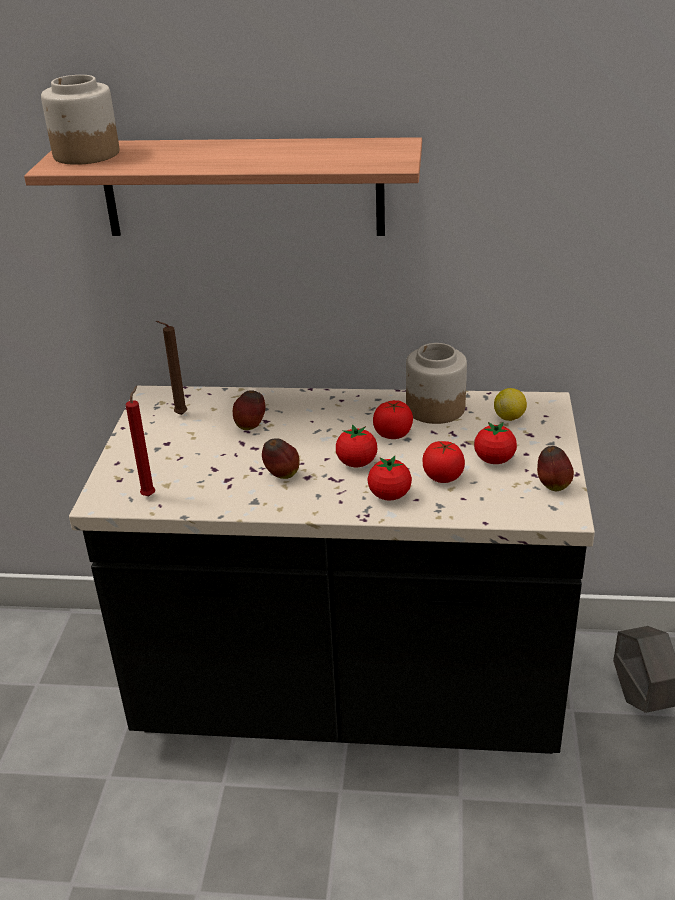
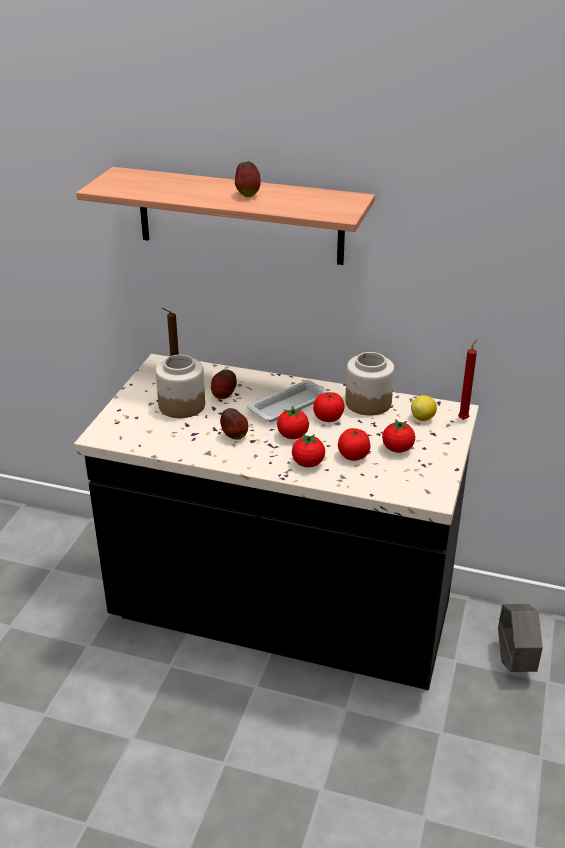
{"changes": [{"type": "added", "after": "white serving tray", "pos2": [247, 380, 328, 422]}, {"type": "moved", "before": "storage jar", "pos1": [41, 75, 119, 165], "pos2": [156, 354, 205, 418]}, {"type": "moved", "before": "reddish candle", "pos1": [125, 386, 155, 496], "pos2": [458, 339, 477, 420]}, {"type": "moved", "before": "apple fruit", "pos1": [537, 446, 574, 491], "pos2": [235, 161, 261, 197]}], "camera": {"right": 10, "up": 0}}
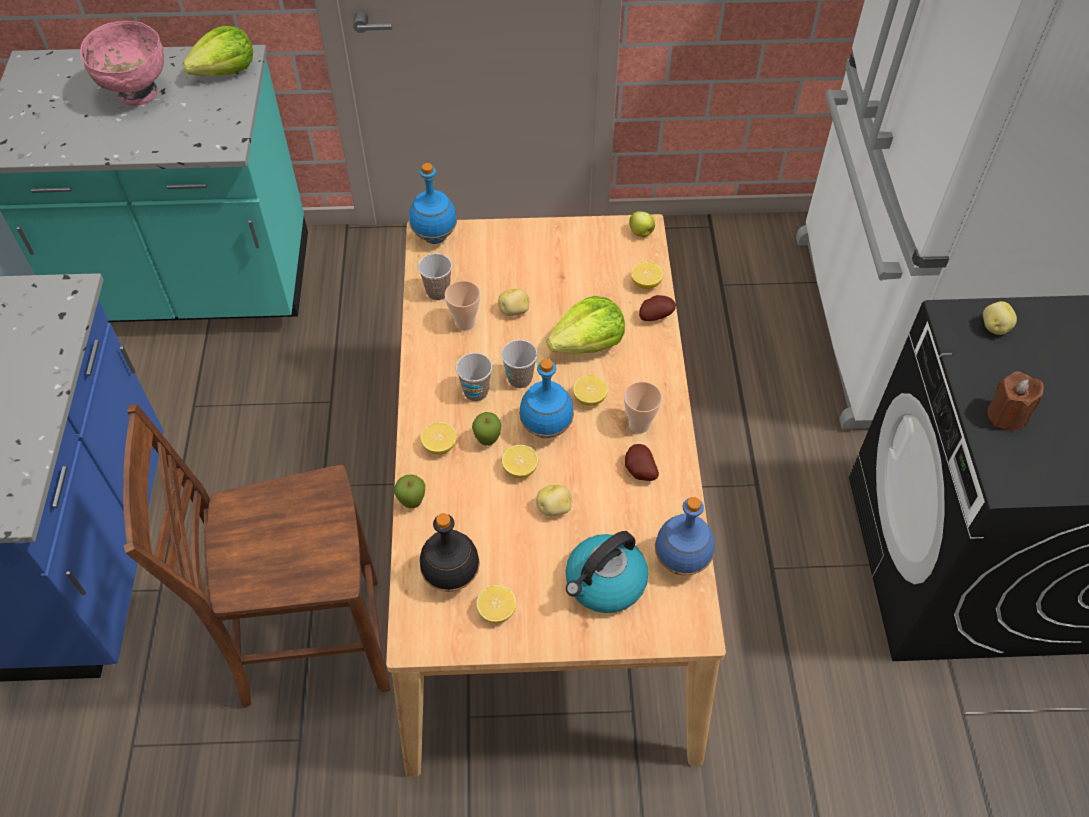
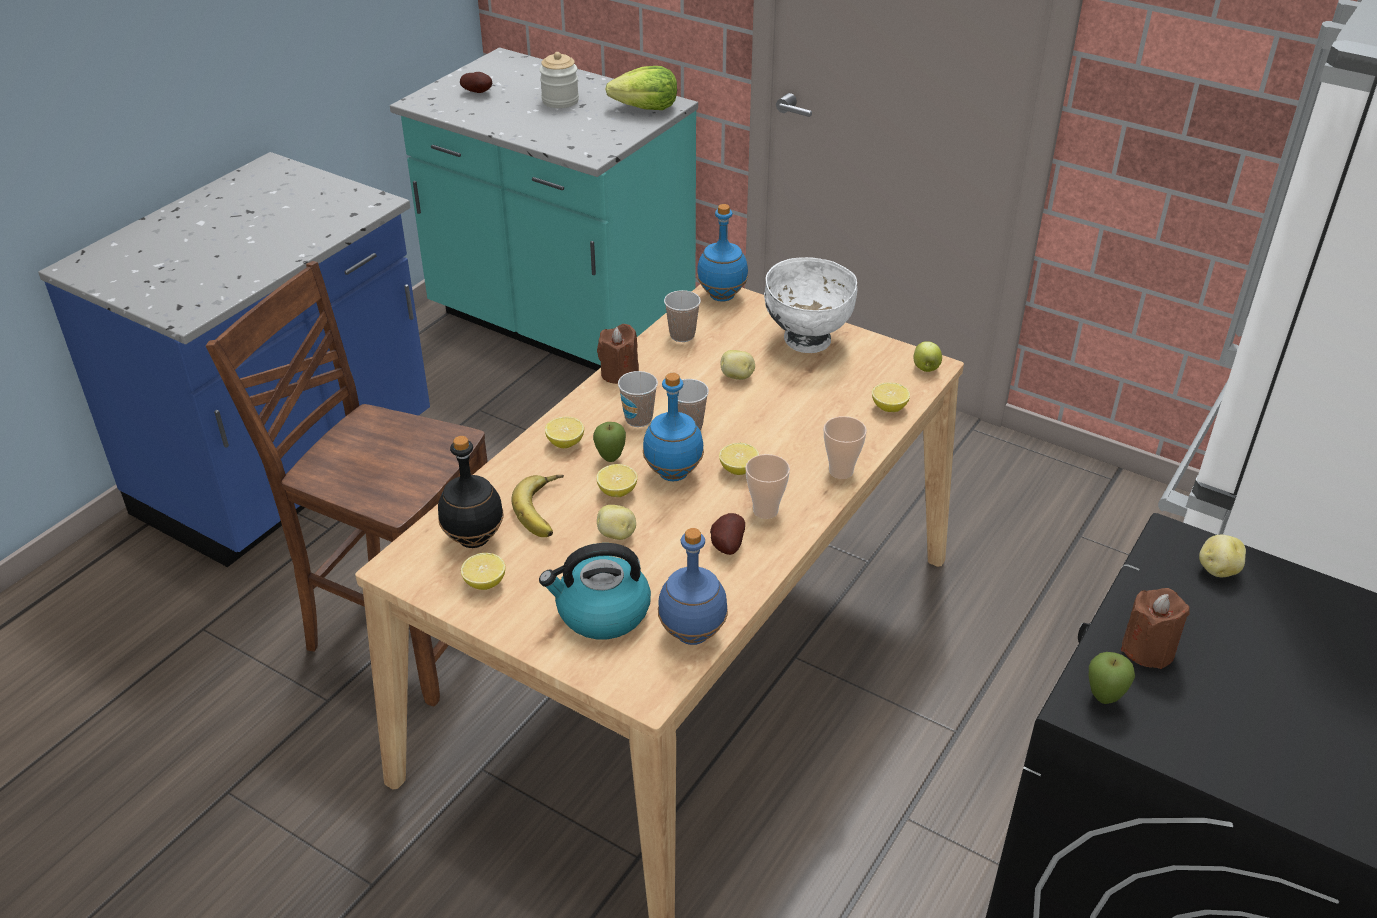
{"changes": [{"type": "removed", "before": "head of lettuce", "pos1": [547, 296, 625, 354]}, {"type": "added", "after": "banana", "pos2": [511, 475, 564, 537]}, {"type": "added", "after": "brown candle", "pos2": [597, 324, 639, 385]}, {"type": "added", "after": "white deep dish", "pos2": [764, 257, 857, 353]}, {"type": "moved", "before": "apple fruit", "pos1": [394, 474, 425, 508], "pos2": [1089, 652, 1135, 704]}, {"type": "moved", "before": "cup", "pos1": [445, 281, 480, 331], "pos2": [824, 416, 867, 479]}, {"type": "moved", "before": "whole potato", "pos1": [639, 295, 676, 321], "pos2": [460, 72, 492, 93]}, {"type": "replaced", "before": "pink deep dish", "after": "storage jar", "pos1": [80, 21, 164, 106], "pos2": [539, 52, 579, 108]}], "camera": {"right": 35, "up": -15}}
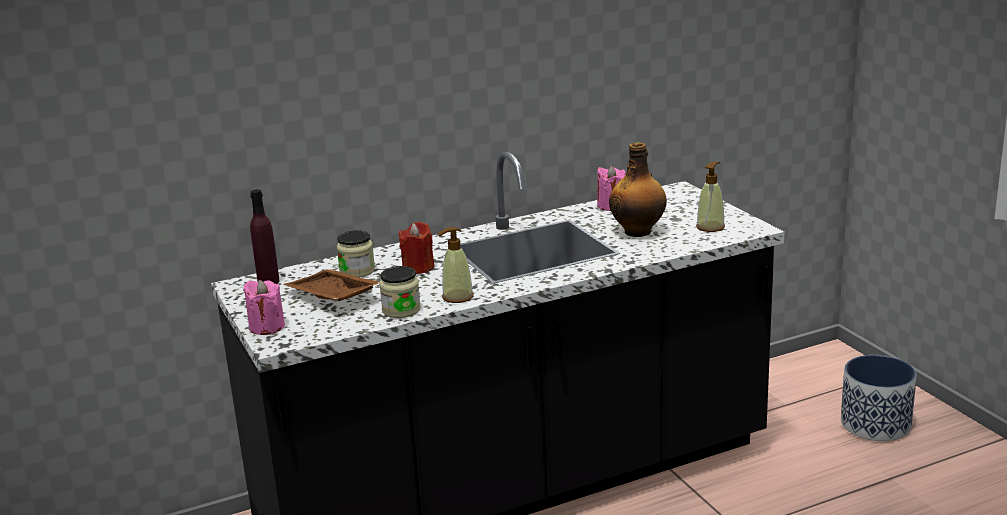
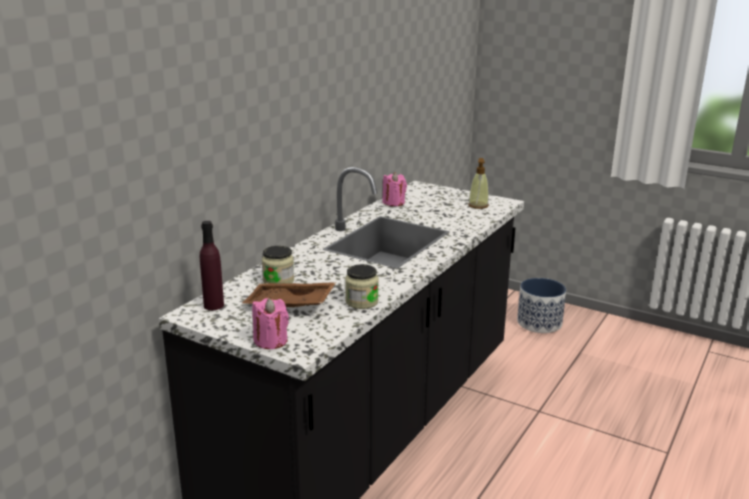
{"changes": [{"type": "removed", "before": "reddish candle", "pos1": [399, 222, 435, 274]}, {"type": "removed", "before": "soap bottle", "pos1": [437, 227, 474, 303]}, {"type": "removed", "before": "beverage bottle", "pos1": [609, 142, 667, 237]}], "camera": {"right": -35, "up": 0}}
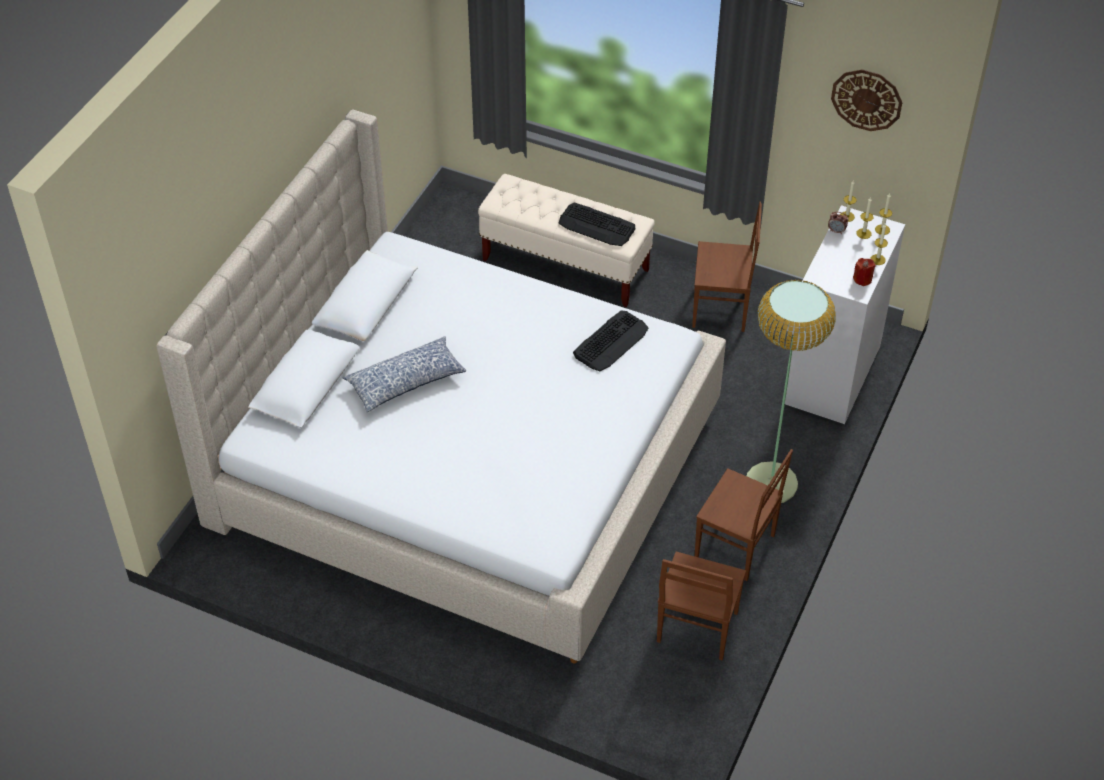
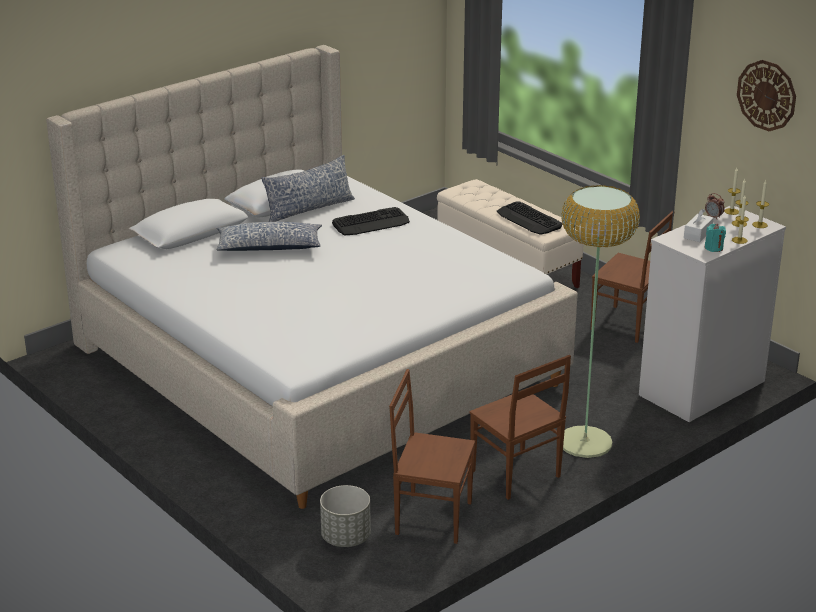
{"changes": [{"type": "added", "after": "pillow", "pos2": [261, 155, 355, 222]}, {"type": "added", "after": "grey flower pot", "pos2": [320, 485, 371, 547]}, {"type": "added", "after": "white tissue box", "pos2": [684, 209, 714, 242]}, {"type": "moved", "before": "computer keyboard", "pos1": [573, 311, 649, 371], "pos2": [332, 207, 410, 235]}, {"type": "recoloured", "before": "reddish candle", "after": "blue-green candle", "pos1": [853, 258, 875, 286], "pos2": [705, 224, 726, 252]}, {"type": "turned", "before": "brown plain chair", "pos1": [657, 552, 746, 660], "pos2": [389, 369, 475, 544], "turn": 60}], "camera": {"right": 25, "up": -20}}
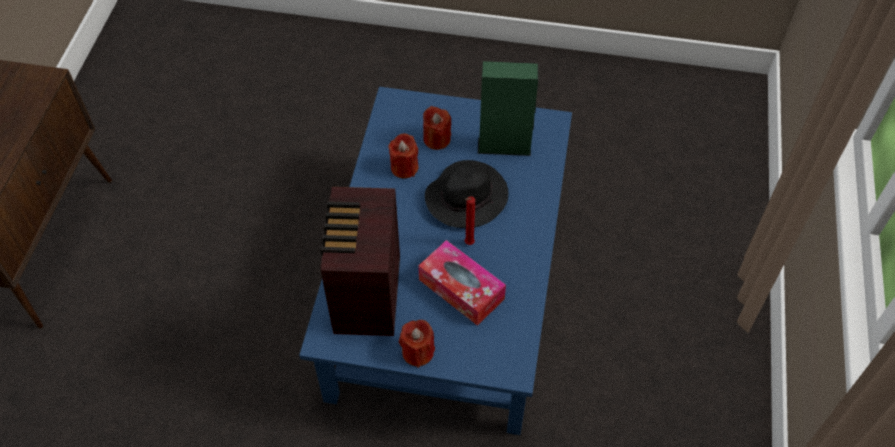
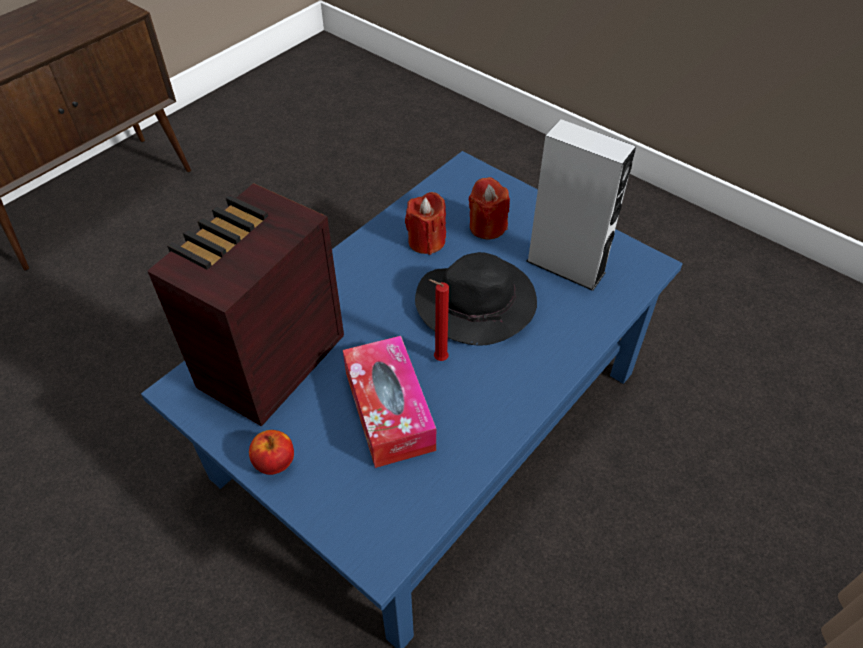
{"changes": [{"type": "replaced", "before": "reddish candle", "after": "apple fruit", "pos1": [399, 320, 435, 368], "pos2": [249, 430, 294, 475]}, {"type": "recoloured", "before": "green-coloured audio speaker", "after": "grey audio speaker", "pos1": [478, 61, 539, 156], "pos2": [526, 119, 636, 291]}], "camera": {"right": 30, "up": -5}}
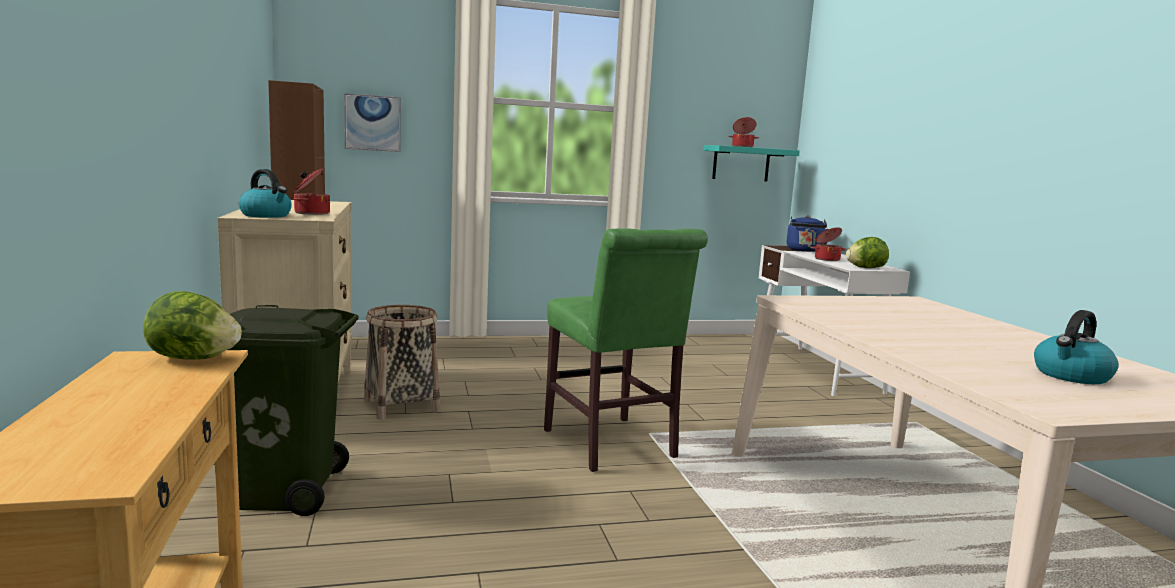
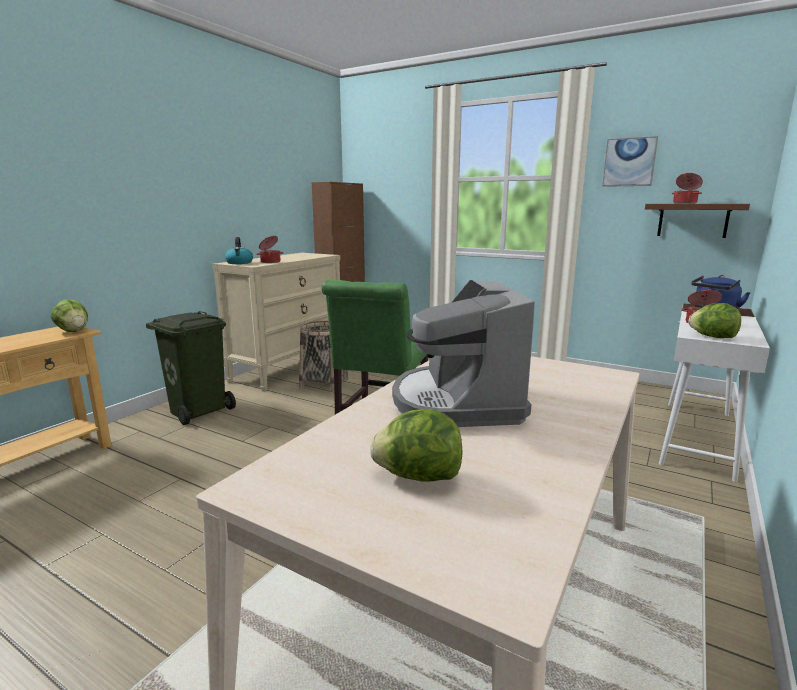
{"changes": [{"type": "added", "after": "coffee brewer", "pos2": [392, 280, 535, 427]}, {"type": "moved", "before": "picture", "pos1": [344, 93, 401, 152], "pos2": [602, 136, 658, 187]}, {"type": "replaced", "before": "tea kettle", "after": "head of lettuce", "pos1": [1034, 310, 1119, 384], "pos2": [370, 409, 463, 482]}, {"type": "recoloured", "before": "blue-green bracket shelf", "after": "brown bracket shelf", "pos1": [703, 145, 800, 182], "pos2": [645, 204, 750, 238]}], "camera": {"right": 45, "up": 5}}
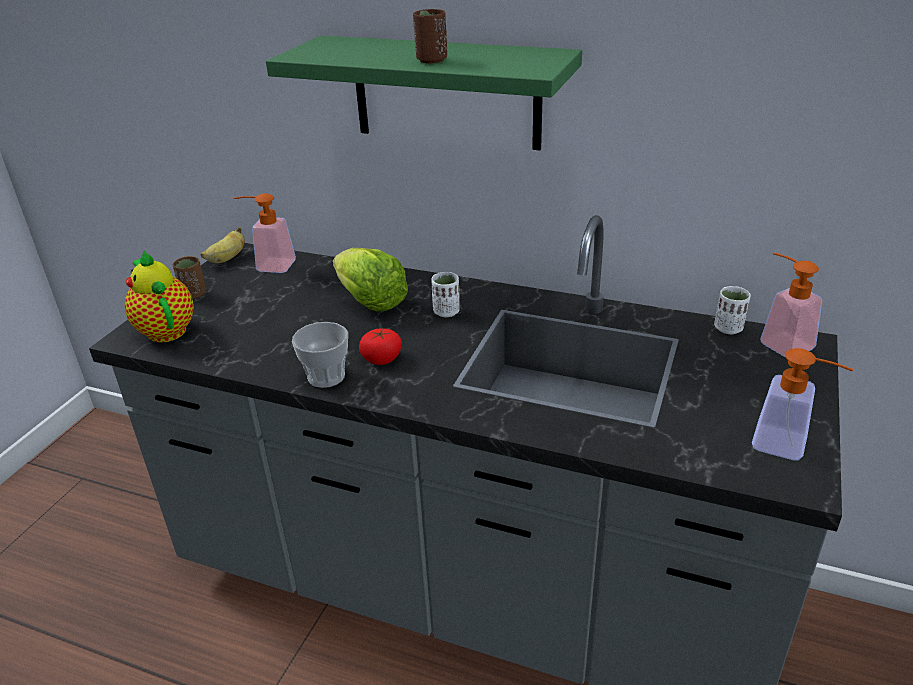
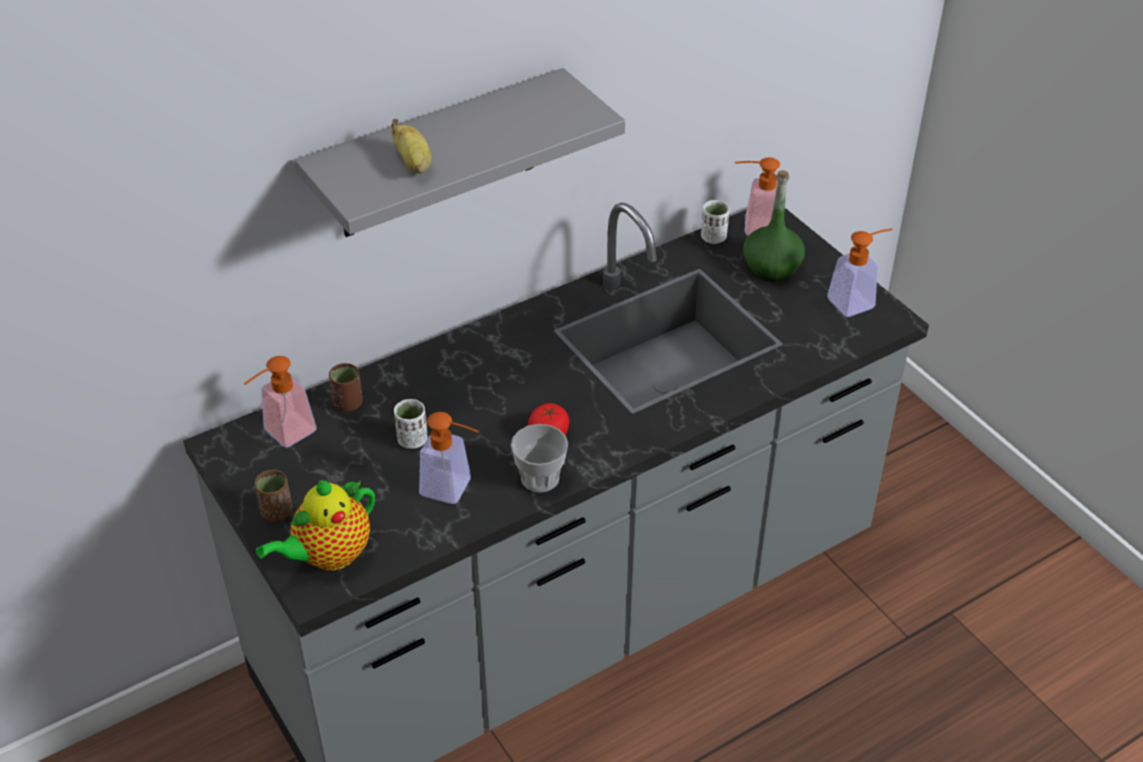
{"changes": [{"type": "removed", "before": "head of lettuce", "pos1": [333, 248, 408, 312]}, {"type": "added", "after": "soap bottle", "pos2": [419, 412, 479, 504]}, {"type": "added", "after": "green-coloured beverage bottle", "pos2": [743, 170, 805, 282]}, {"type": "moved", "before": "banana", "pos1": [200, 227, 245, 263], "pos2": [391, 119, 432, 174]}, {"type": "moved", "before": "brown cup", "pos1": [413, 9, 447, 64], "pos2": [329, 363, 363, 412]}, {"type": "moved", "before": "white cup", "pos1": [431, 272, 460, 317], "pos2": [394, 399, 427, 449]}, {"type": "recoloured", "before": "green-coloured bracket shelf", "after": "grey bracket shelf", "pos1": [266, 36, 582, 150], "pos2": [294, 68, 625, 237]}, {"type": "turned", "before": "tea pot", "pos1": [125, 249, 194, 343], "pos2": [256, 480, 375, 571], "turn": -45}], "camera": {"right": -55, "up": 10}}
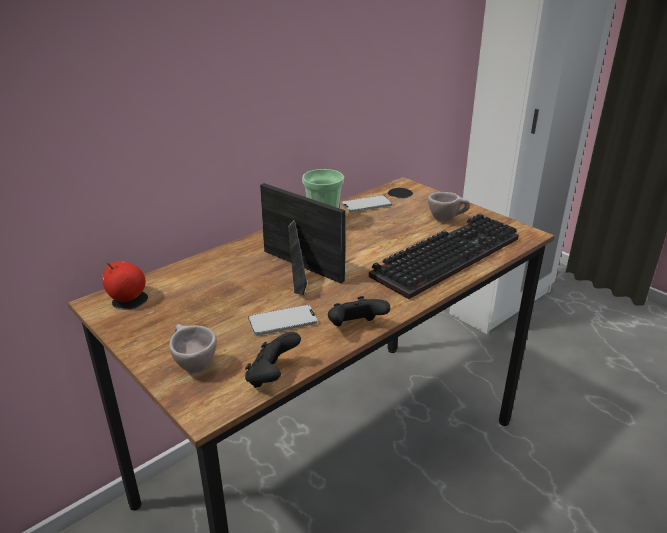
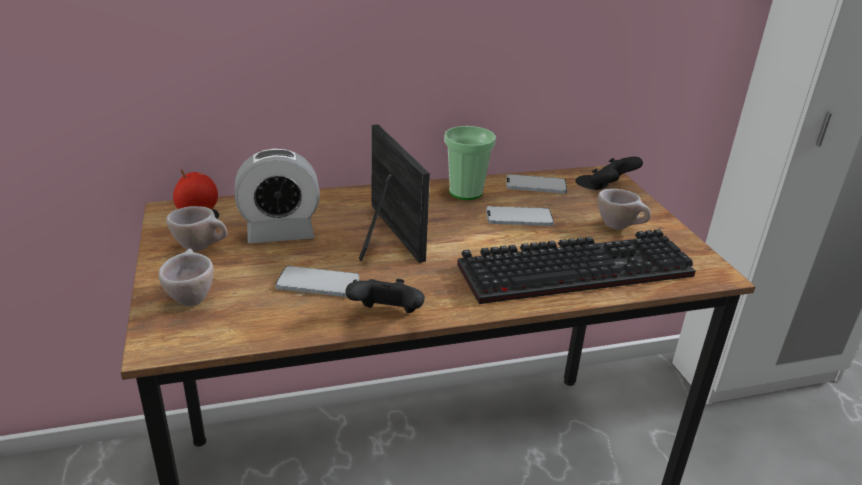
{"changes": [{"type": "added", "after": "sand-coloured cup", "pos2": [166, 206, 228, 251]}, {"type": "added", "after": "table clock", "pos2": [235, 149, 320, 243]}, {"type": "added", "after": "handset", "pos2": [486, 206, 554, 226]}, {"type": "moved", "before": "black-coloured joypad", "pos1": [245, 332, 301, 388], "pos2": [590, 157, 643, 190]}], "camera": {"right": 25, "up": 0}}
